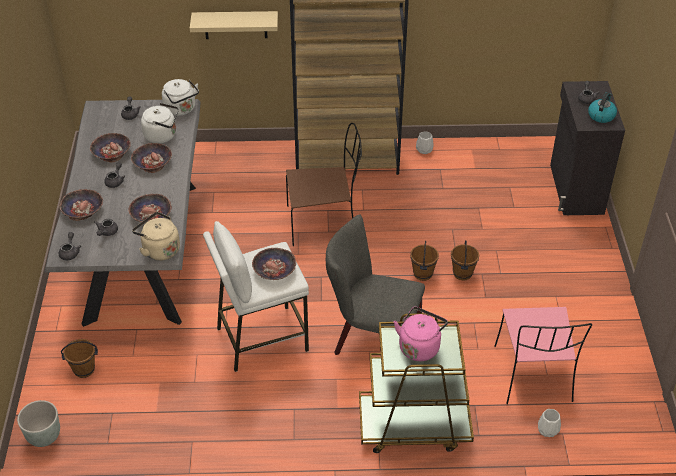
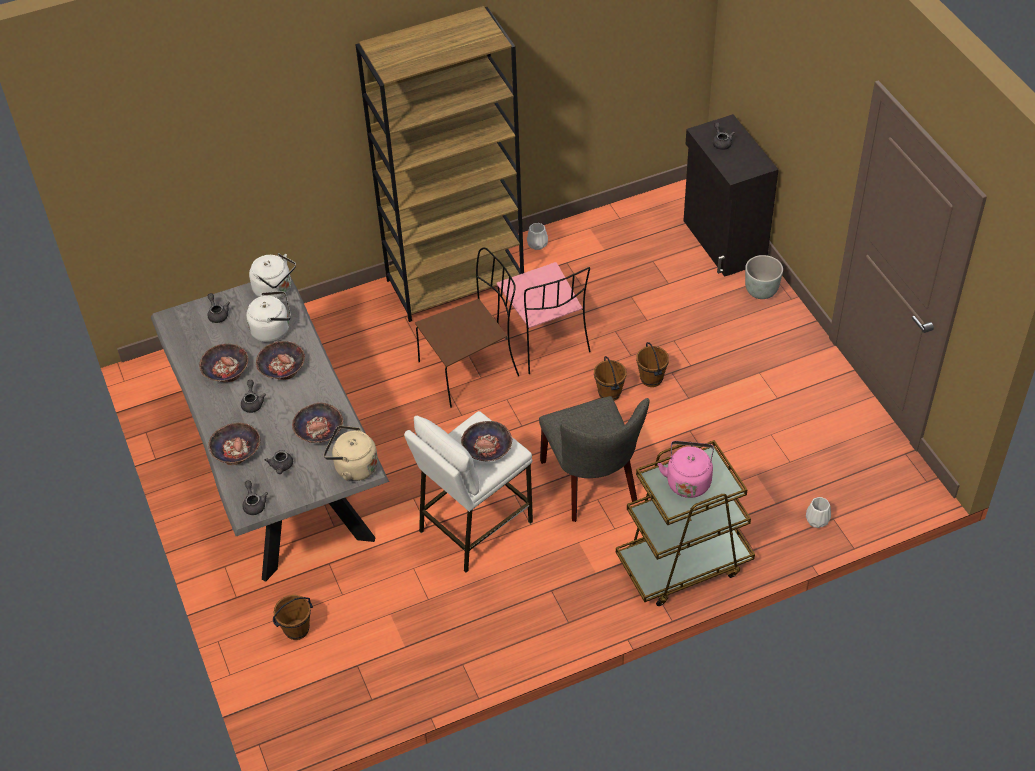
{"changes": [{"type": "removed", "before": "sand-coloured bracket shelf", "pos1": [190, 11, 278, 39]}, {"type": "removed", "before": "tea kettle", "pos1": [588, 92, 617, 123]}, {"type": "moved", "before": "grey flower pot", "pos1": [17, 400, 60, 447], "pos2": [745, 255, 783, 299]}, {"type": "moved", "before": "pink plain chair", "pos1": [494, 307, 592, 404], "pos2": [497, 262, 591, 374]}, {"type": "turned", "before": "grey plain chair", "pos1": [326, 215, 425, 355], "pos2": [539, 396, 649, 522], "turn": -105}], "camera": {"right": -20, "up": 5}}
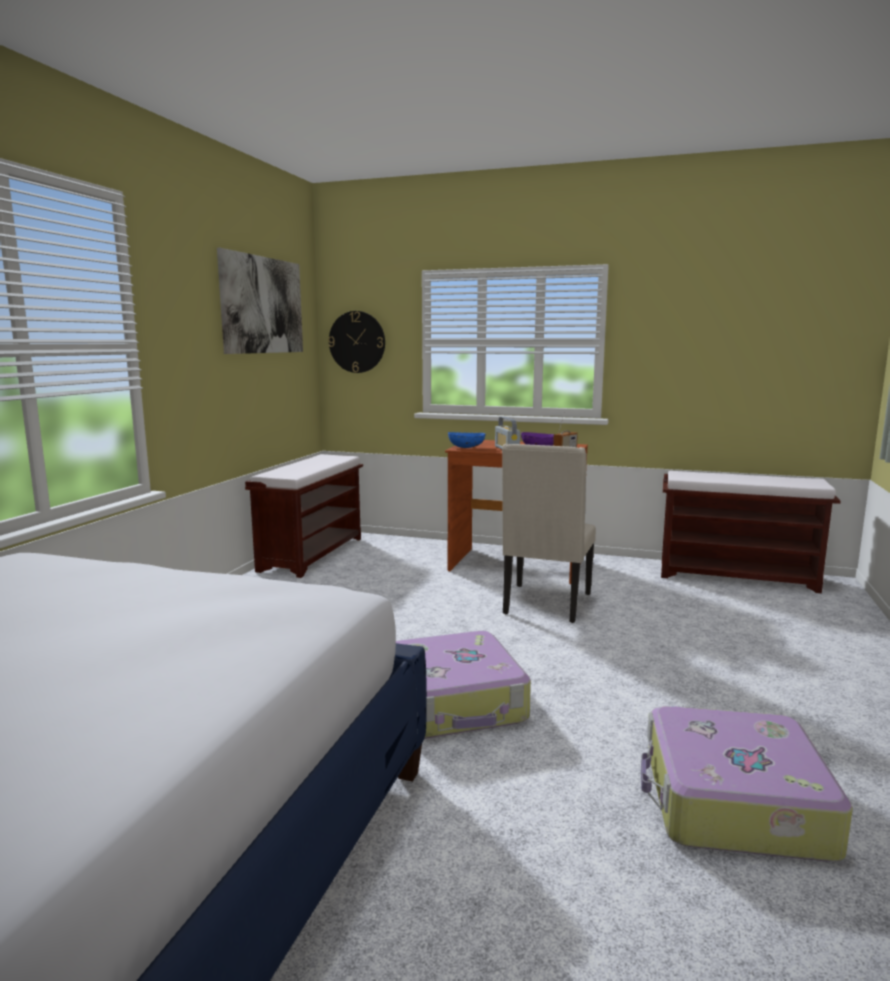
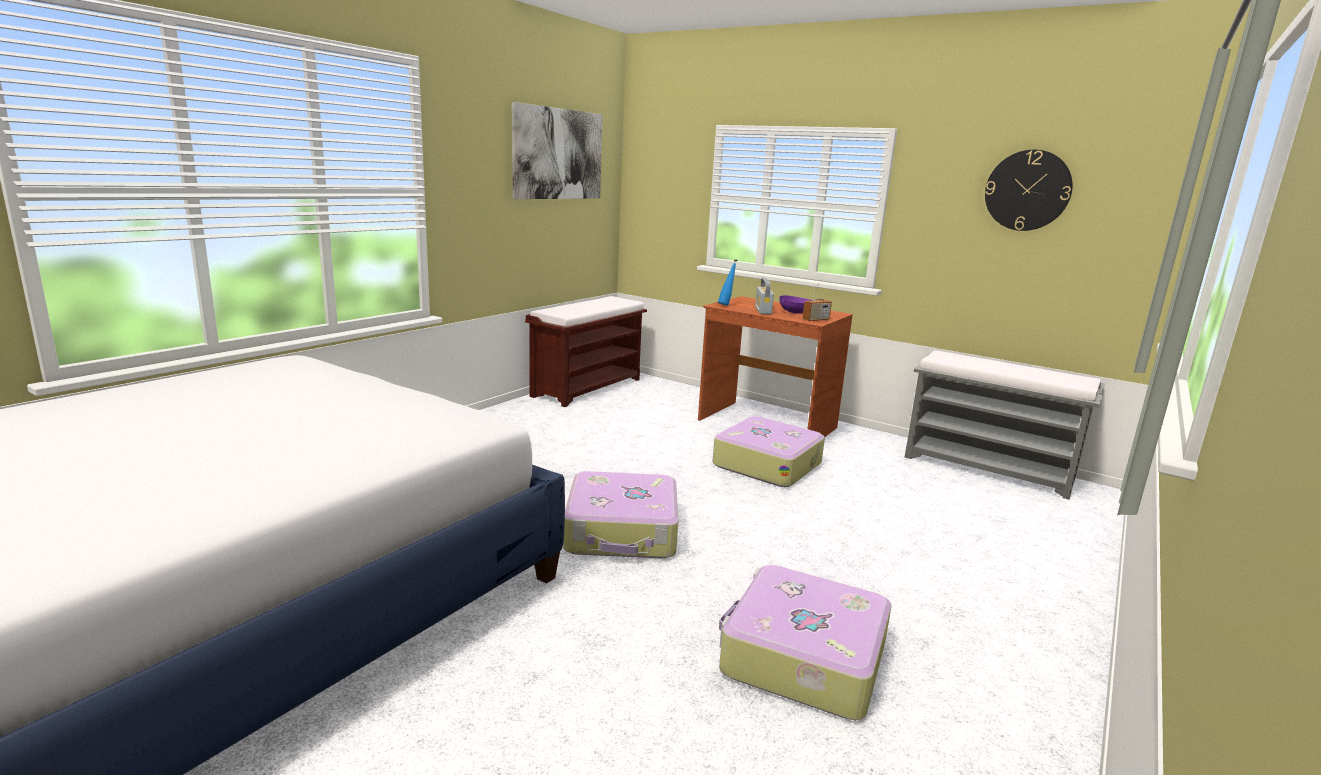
{"changes": [{"type": "moved", "before": "hanging clock", "pos1": [328, 311, 385, 373], "pos2": [985, 150, 1073, 231]}, {"type": "replaced", "before": "bluish deep dish", "after": "bluish beverage bottle", "pos1": [448, 432, 486, 448], "pos2": [718, 259, 737, 305]}, {"type": "replaced", "before": "sand-coloured plain chair", "after": "travel case", "pos1": [502, 444, 596, 623], "pos2": [712, 416, 825, 487]}, {"type": "recoloured", "before": "brown bench", "after": "grey bench", "pos1": [661, 471, 841, 593], "pos2": [905, 350, 1105, 499]}], "camera": {"right": 15, "up": 5}}
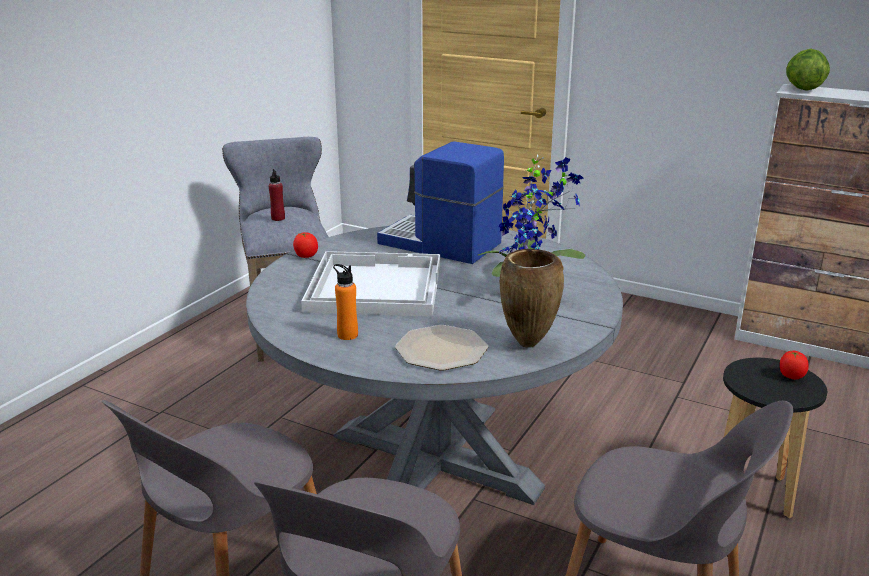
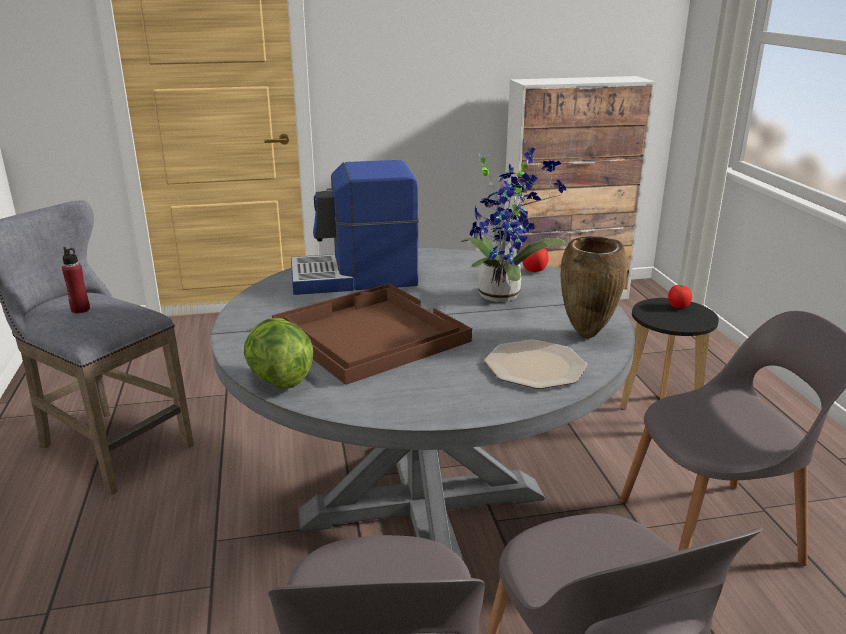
{"changes": [{"type": "removed", "before": "orange beverage bottle", "pos1": [333, 264, 358, 340]}, {"type": "moved", "before": "tomato", "pos1": [293, 232, 318, 258], "pos2": [522, 248, 549, 272]}, {"type": "moved", "before": "head of lettuce", "pos1": [786, 49, 830, 90], "pos2": [244, 318, 313, 389]}, {"type": "recoloured", "before": "white serving tray", "after": "brown serving tray", "pos1": [301, 251, 440, 316], "pos2": [272, 284, 472, 385]}], "camera": {"right": -40, "up": 0}}
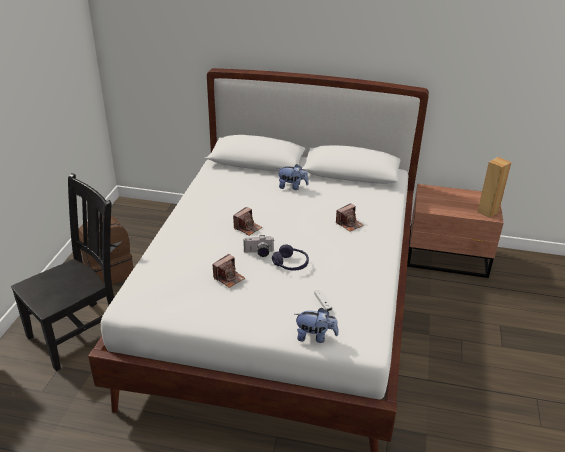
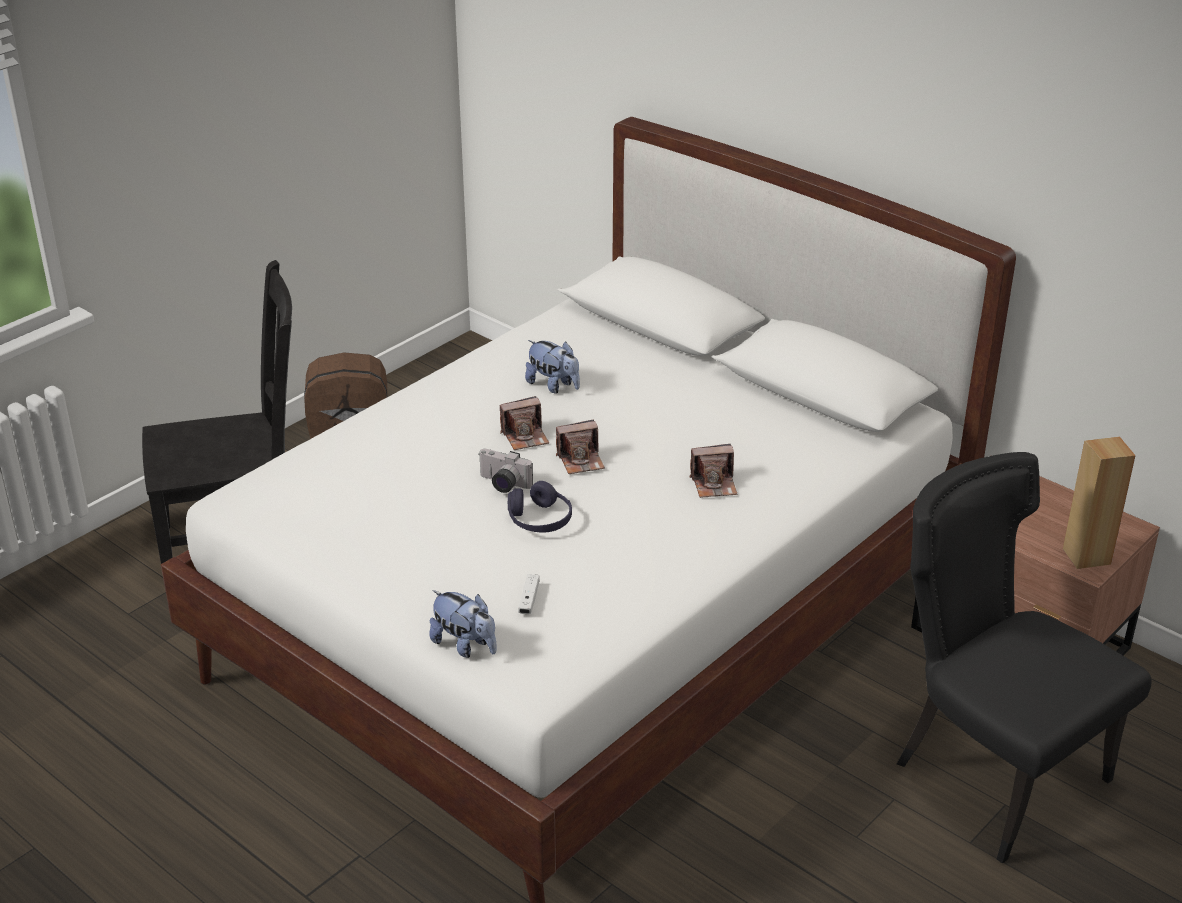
{"changes": [{"type": "added", "after": "black-coloured plain chair", "pos2": [897, 452, 1151, 864]}, {"type": "moved", "before": "still camera", "pos1": [212, 254, 245, 288], "pos2": [556, 419, 605, 474]}, {"type": "moved", "before": "plush toy", "pos1": [277, 164, 309, 190], "pos2": [525, 340, 580, 394]}], "camera": {"right": 30, "up": 0}}
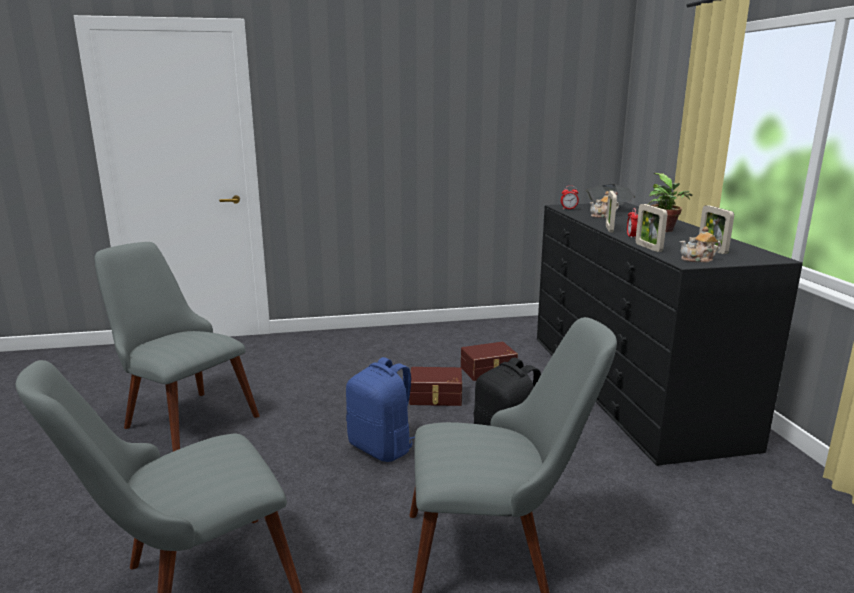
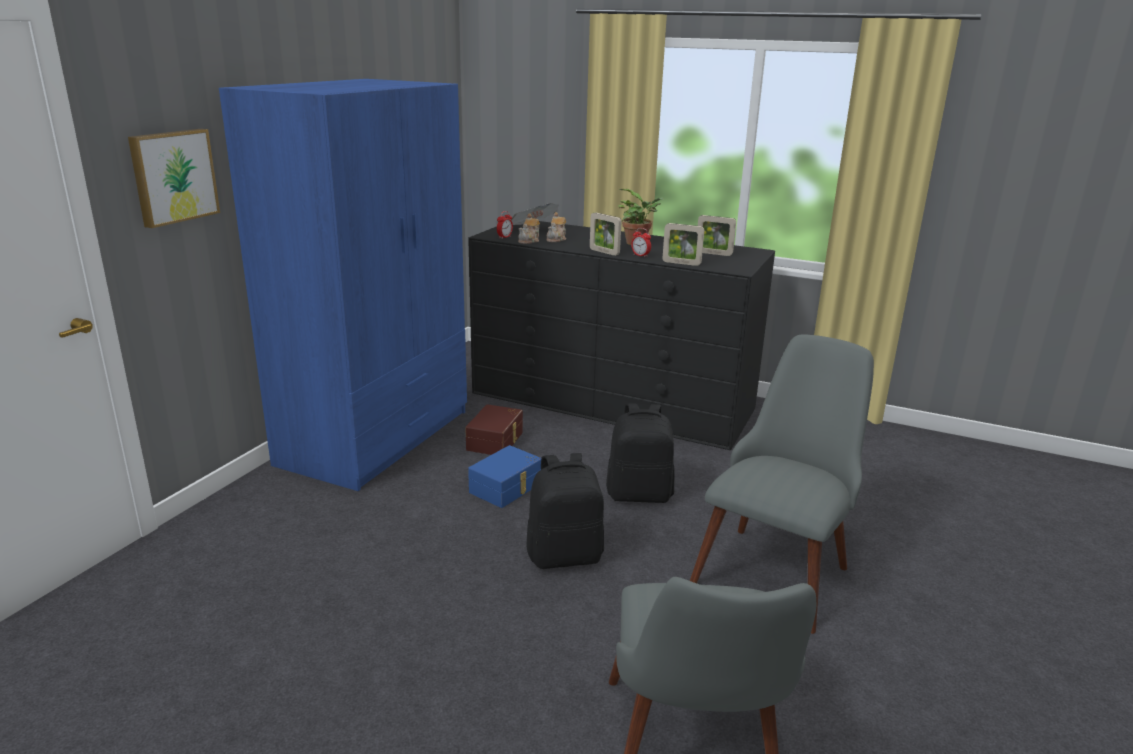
{"changes": [{"type": "removed", "before": "grey plain chair", "pos1": [94, 242, 259, 452]}, {"type": "added", "after": "picture", "pos2": [128, 129, 220, 228]}, {"type": "added", "after": "bluish clothes cupboard", "pos2": [219, 79, 467, 491]}, {"type": "moved", "before": "tea pot", "pos1": [680, 226, 721, 263], "pos2": [518, 213, 540, 244]}, {"type": "recoloured", "before": "bluish rucksack", "after": "black-coloured rucksack", "pos1": [346, 357, 415, 462], "pos2": [526, 453, 604, 569]}, {"type": "recoloured", "before": "brown storage container", "after": "bluish storage container", "pos1": [409, 367, 462, 406], "pos2": [468, 445, 541, 508]}], "camera": {"right": -55, "up": 5}}
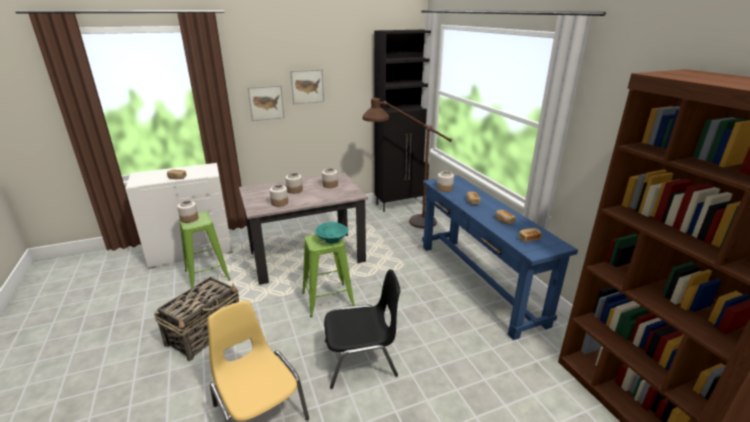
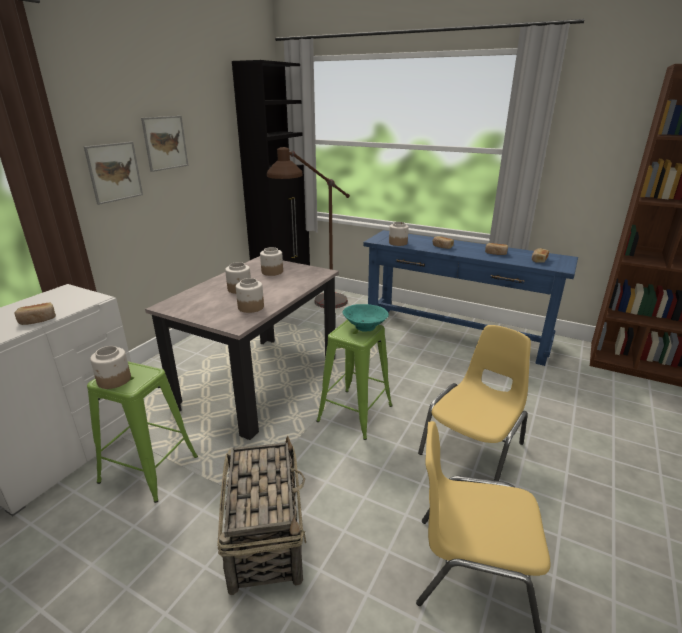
{"changes": [{"type": "recoloured", "before": "black-coloured plain chair", "after": "yellowish plain chair", "pos1": [324, 269, 400, 389], "pos2": [418, 325, 531, 481]}], "camera": {"right": -40, "up": 0}}
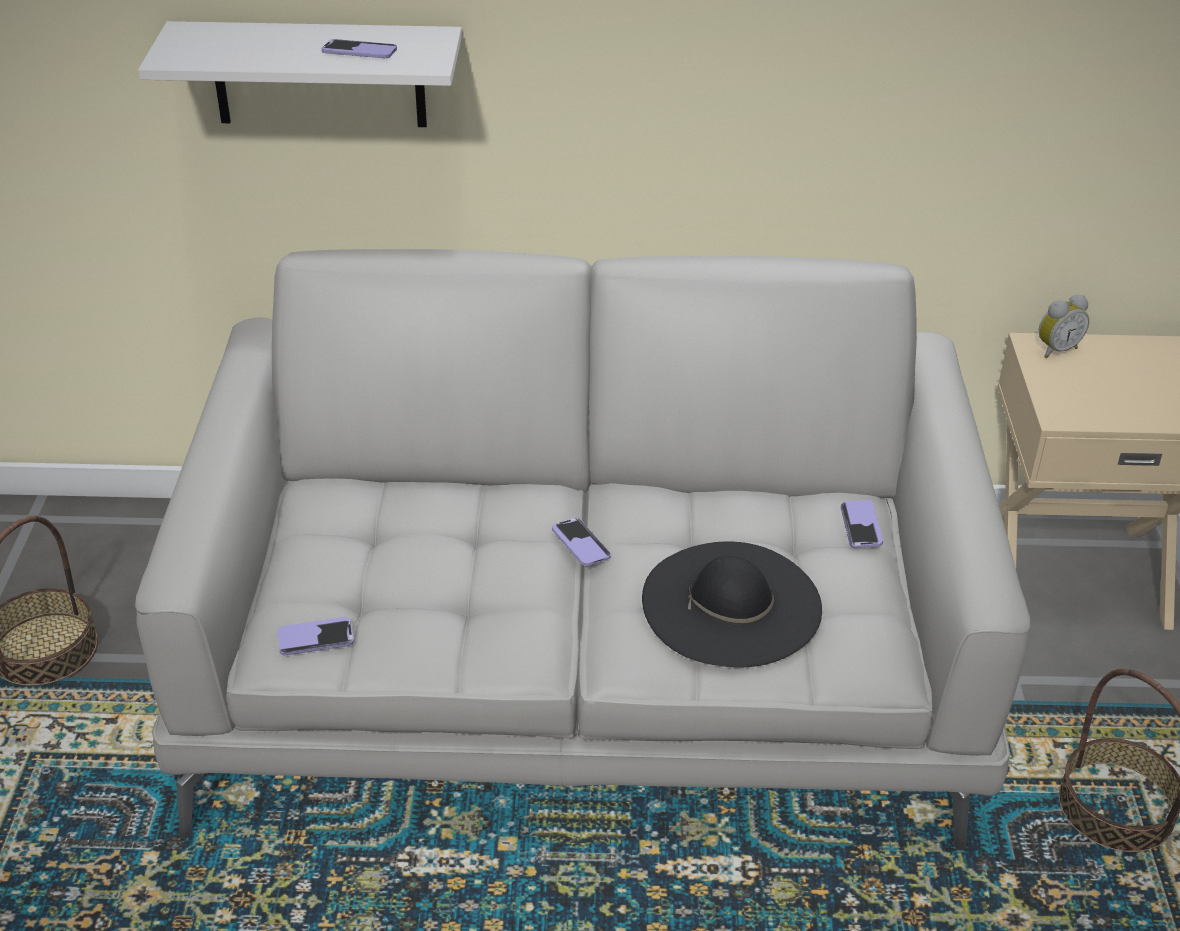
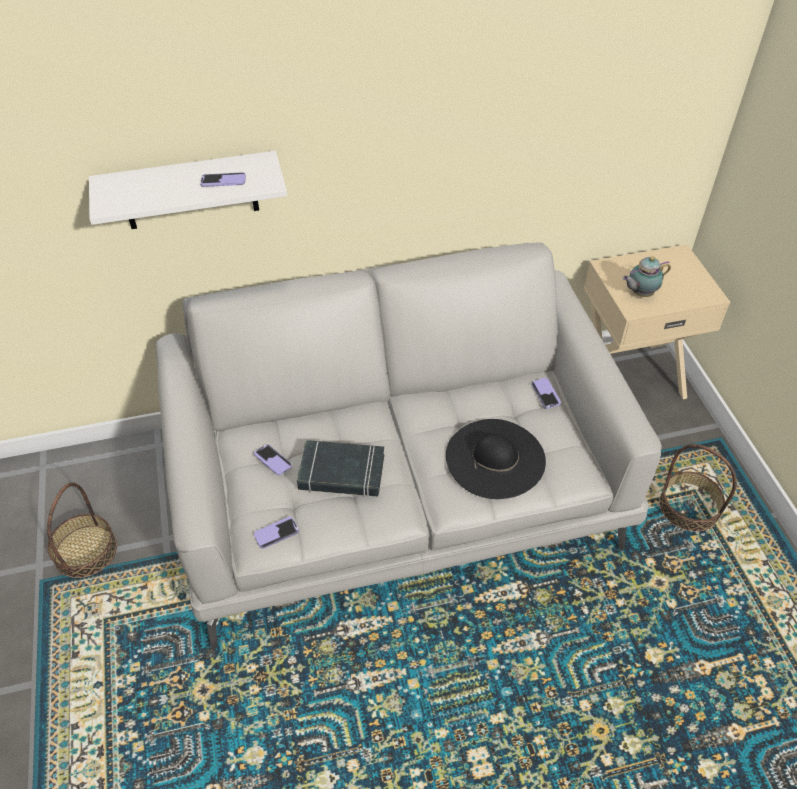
{"changes": [{"type": "removed", "before": "table clock", "pos1": [1039, 295, 1089, 359]}, {"type": "added", "after": "black-coloured volume", "pos2": [297, 440, 384, 497]}, {"type": "added", "after": "tea pot", "pos2": [623, 256, 671, 297]}, {"type": "moved", "before": "handset", "pos1": [552, 518, 611, 566], "pos2": [254, 444, 292, 475]}], "camera": {"right": -15, "up": 10}}
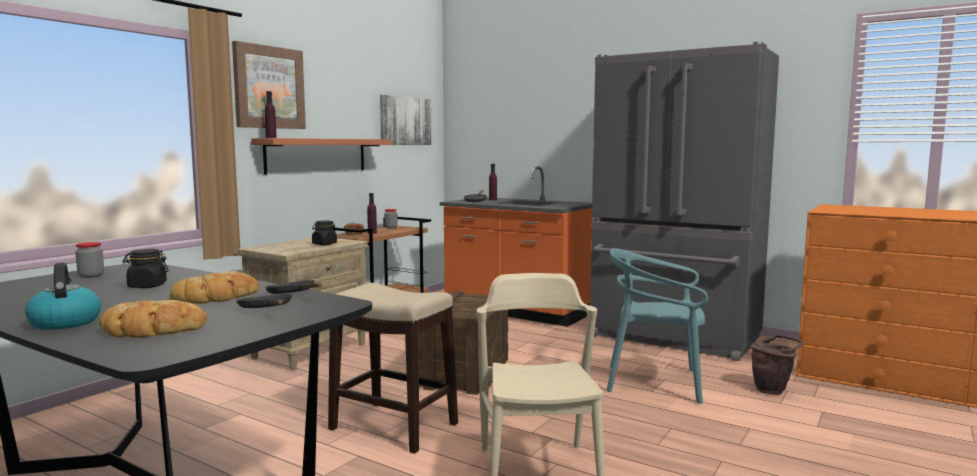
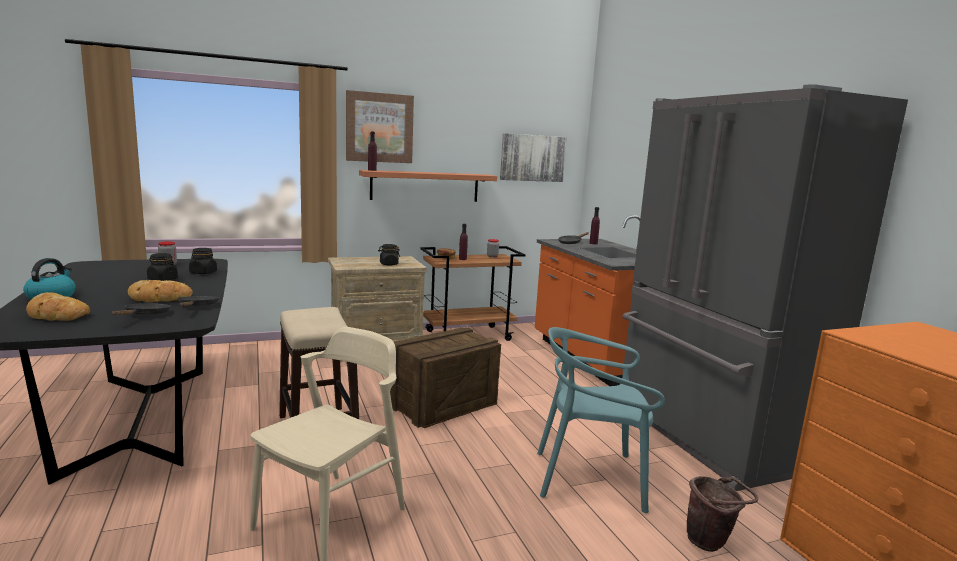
{"changes": [{"type": "added", "after": "black-coloured storage jar", "pos2": [189, 248, 217, 274]}, {"type": "turned", "before": "blue-green plain chair", "pos1": [606, 248, 708, 404], "pos2": [537, 327, 665, 513], "turn": -45}], "camera": {"right": 35, "up": 5}}
